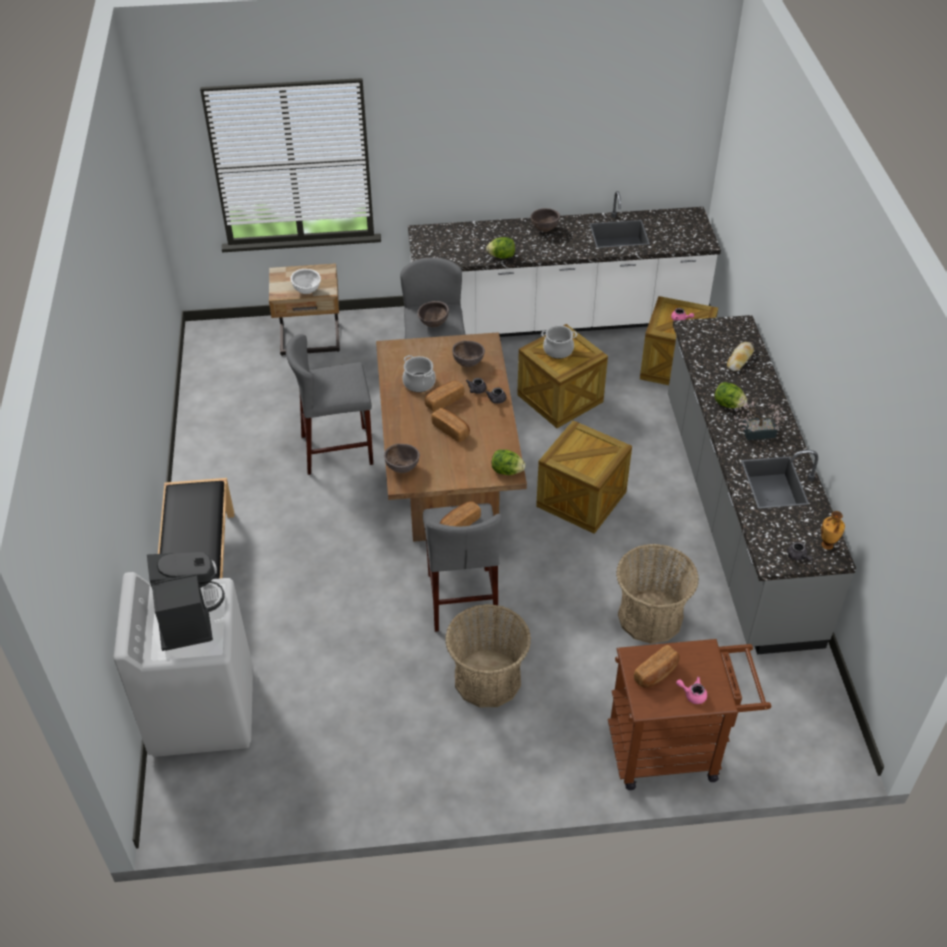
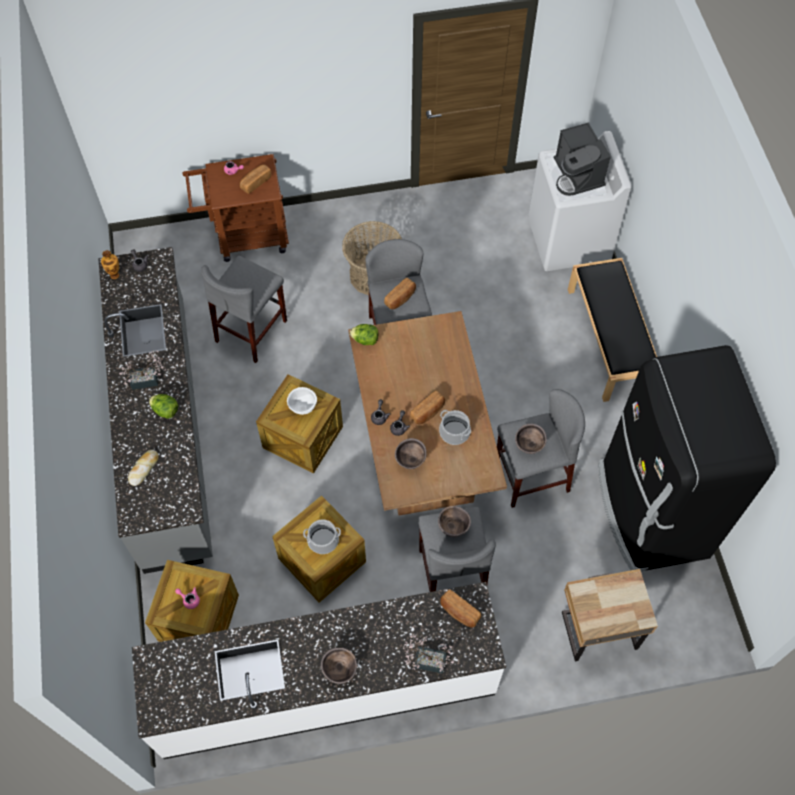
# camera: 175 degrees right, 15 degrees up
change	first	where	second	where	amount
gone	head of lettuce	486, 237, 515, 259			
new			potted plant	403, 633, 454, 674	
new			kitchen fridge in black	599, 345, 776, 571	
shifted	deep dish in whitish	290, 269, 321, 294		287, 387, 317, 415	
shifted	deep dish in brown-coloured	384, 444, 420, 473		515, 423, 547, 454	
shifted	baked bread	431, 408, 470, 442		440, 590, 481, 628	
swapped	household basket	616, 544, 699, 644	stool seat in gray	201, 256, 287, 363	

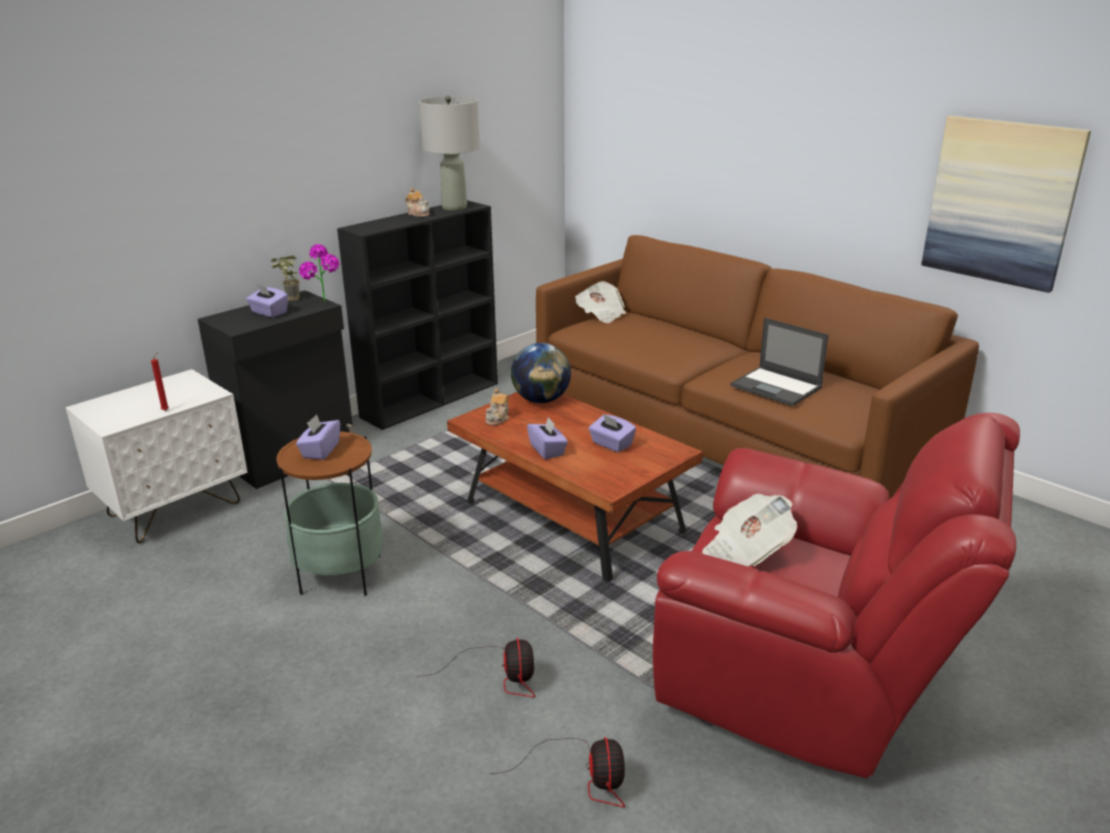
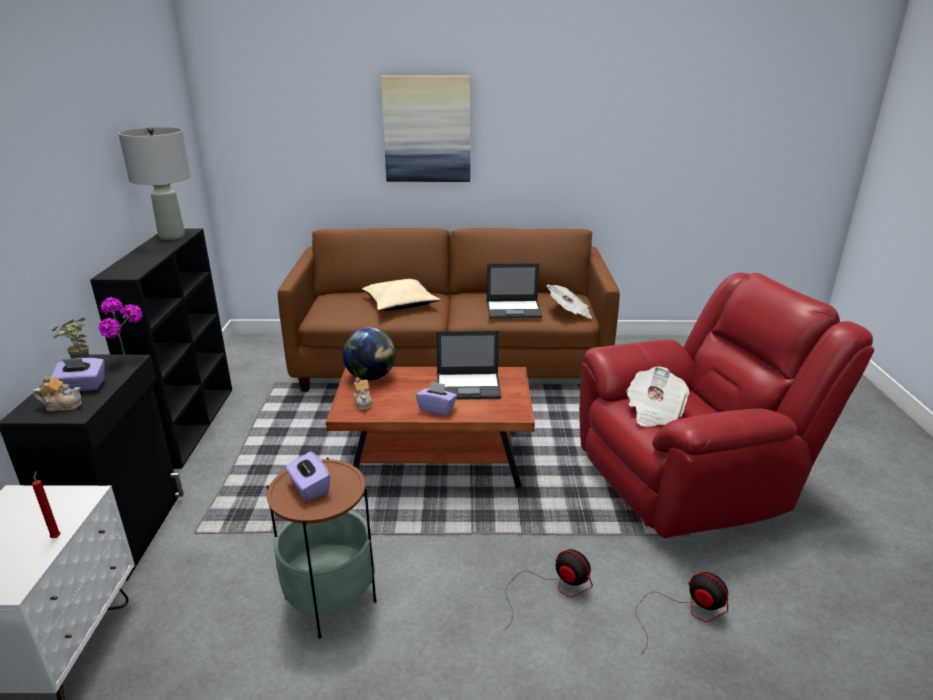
# camera: 45 degrees left, 0 degrees up
change	first	where	second	where	amount
new			cushion in sand-coloured	362, 279, 441, 311	
shifted	pot for tea	405, 188, 430, 217		33, 376, 82, 411	
shifted	daily paper	575, 281, 626, 323		547, 285, 592, 318	
shifted	wall art	921, 116, 1091, 293		381, 76, 470, 182	
swapped	tissue box in purple-coloured	589, 414, 636, 452	laptop	436, 331, 501, 400	

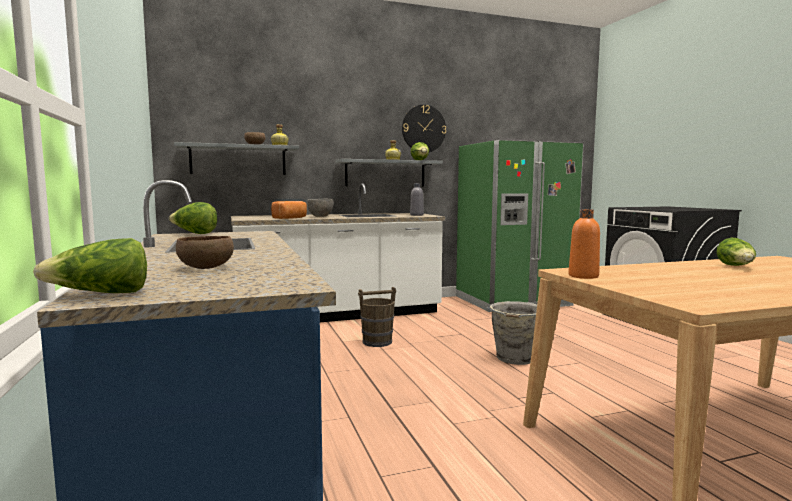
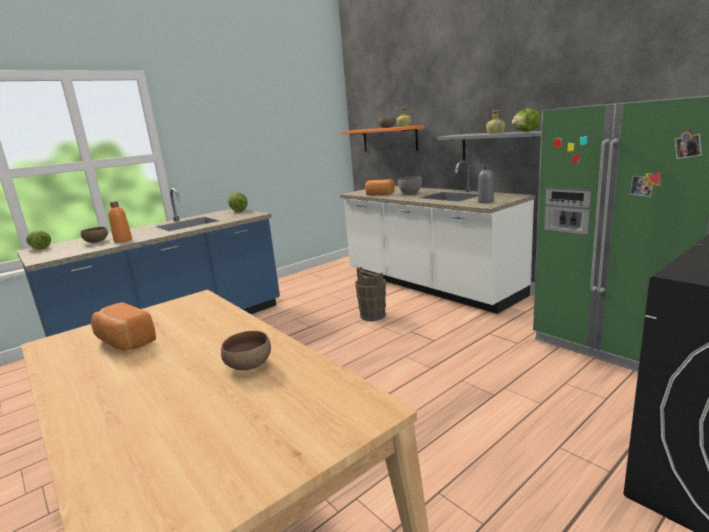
# camera: 70 degrees right, 10 degrees up
change	first	where	second	where	amount
gone	hanging clock	402, 105, 446, 152			
gone	pail in gray	487, 301, 537, 365			
new			baked bread	91, 302, 156, 350	
shifted	drink bottle in orange-coloured	568, 209, 600, 279		108, 201, 132, 243	
swapped	head of lettuce	716, 238, 756, 266	deep dish in brown-coloured	221, 331, 271, 370	
repainted	shelf in gray	174, 142, 299, 175	shelf in orange-coloured	342, 125, 424, 152	

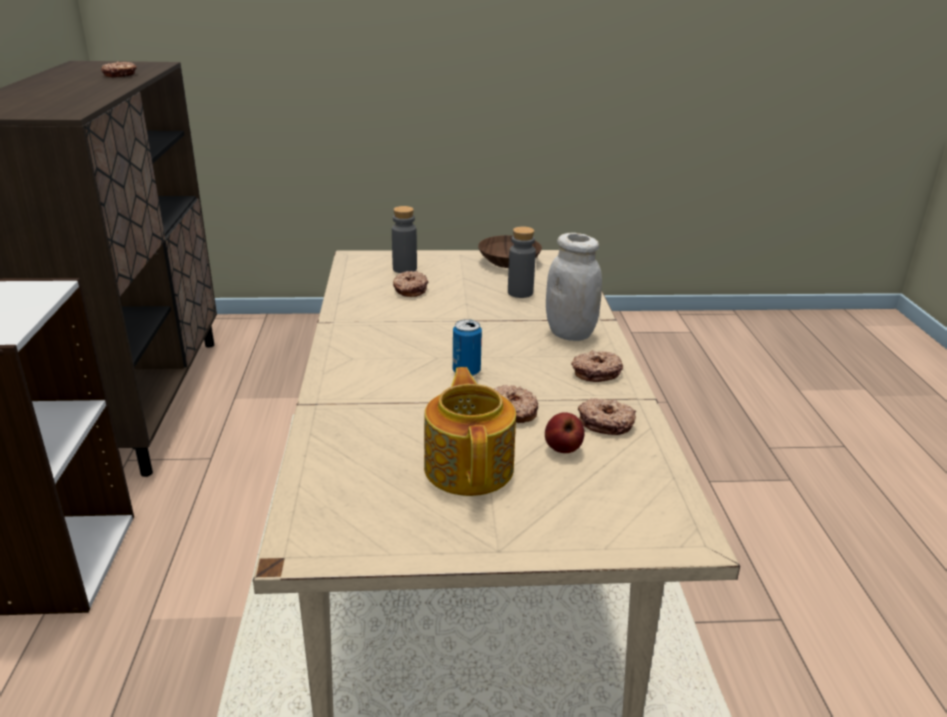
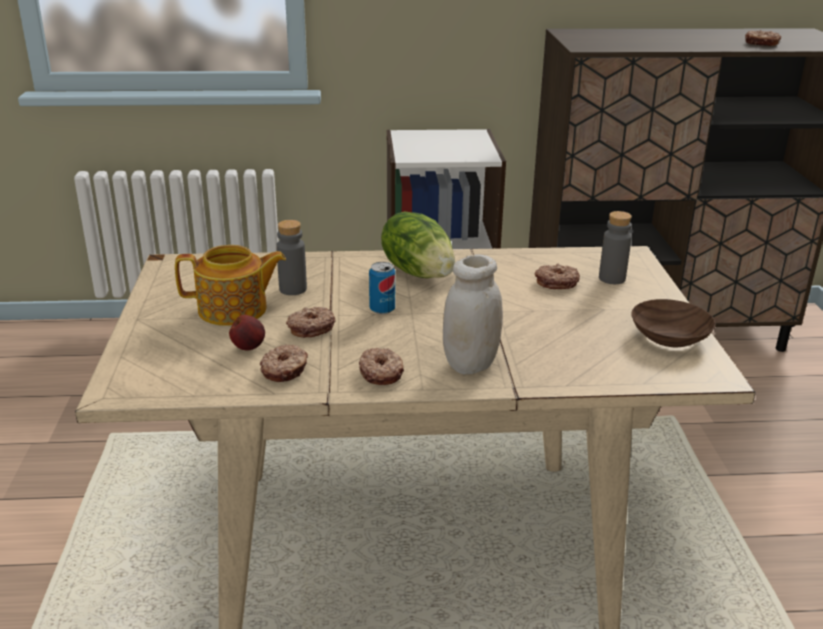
# camera: 90 degrees right, 0 degrees up
change	first	where	second	where	amount
new			head of lettuce	381, 211, 455, 278	
shifted	drink bottle in gray	508, 226, 536, 298		276, 220, 307, 295	

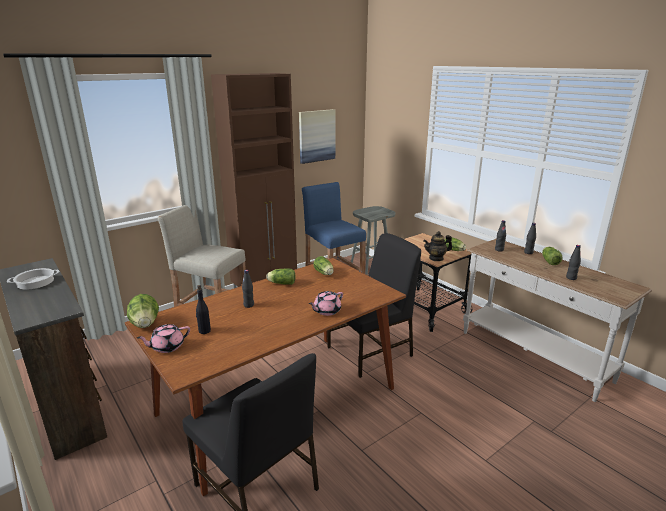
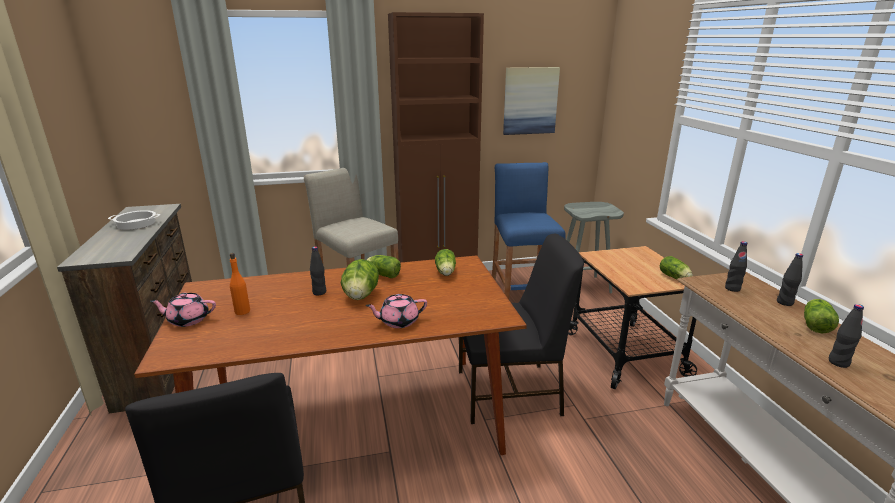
# camera: 25 degrees right, 0 degrees up
change	first	where	second	where	amount
gone	pot for tea	423, 231, 452, 261			
shifted	head of lettuce	127, 294, 159, 328		341, 259, 379, 300	
repainted	drink bottle in black	196, 285, 211, 334	drink bottle in orange-coloured	230, 253, 250, 315	

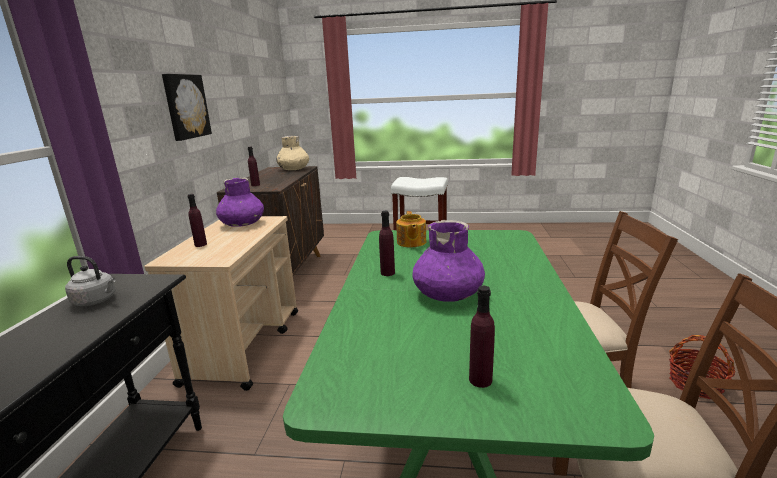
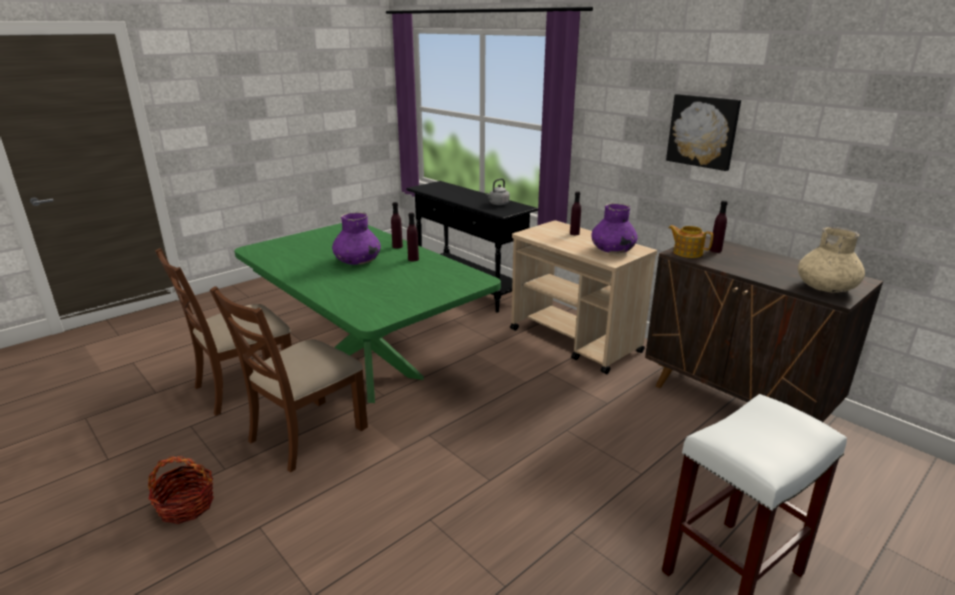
# camera: 130 degrees right, 5 degrees up
change	first	where	second	where	amount
shifted	pot for tea	396, 211, 426, 247		668, 225, 713, 258	
shifted	drink bottle in purple-coloured	469, 286, 495, 388		391, 202, 403, 249	

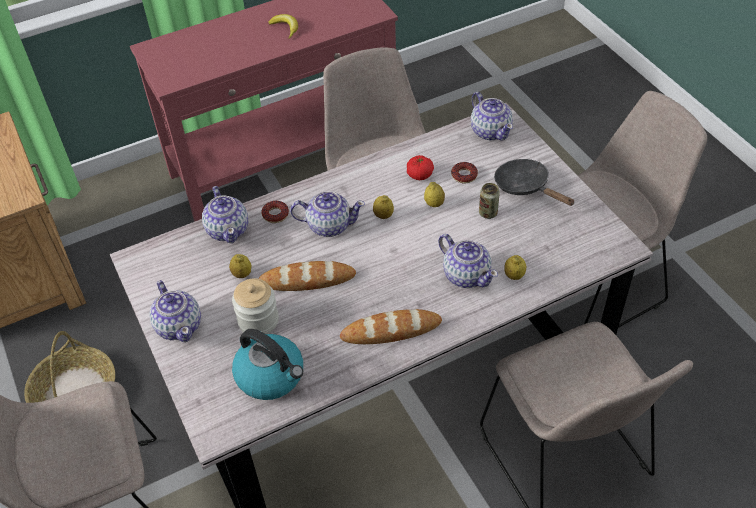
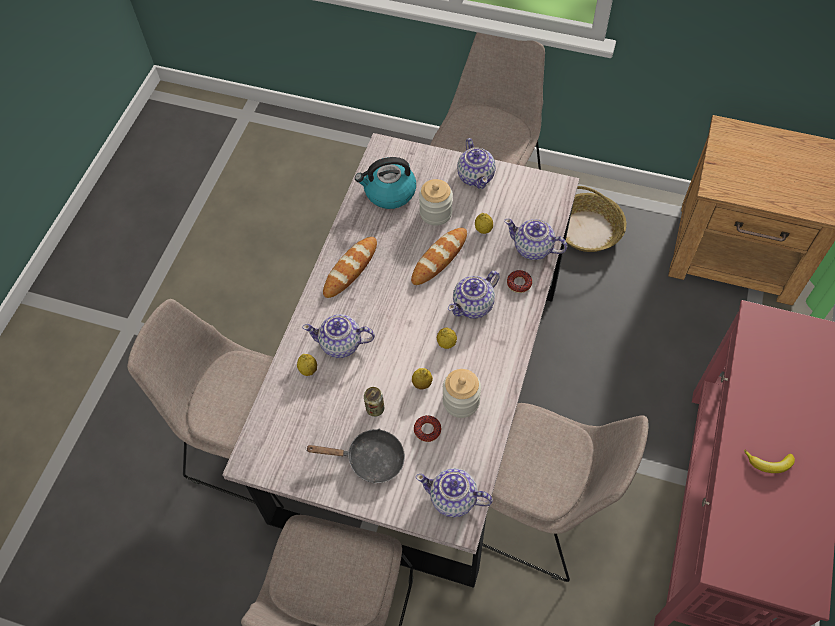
# camera: 135 degrees right, 10 degrees up
change	first	where	second	where	amount
swapped	whole tomato	407, 155, 434, 180	storage jar	443, 369, 481, 418	
rotated	pot for tea	149, 280, 201, 342		457, 138, 496, 189	120 degrees counterclockwise

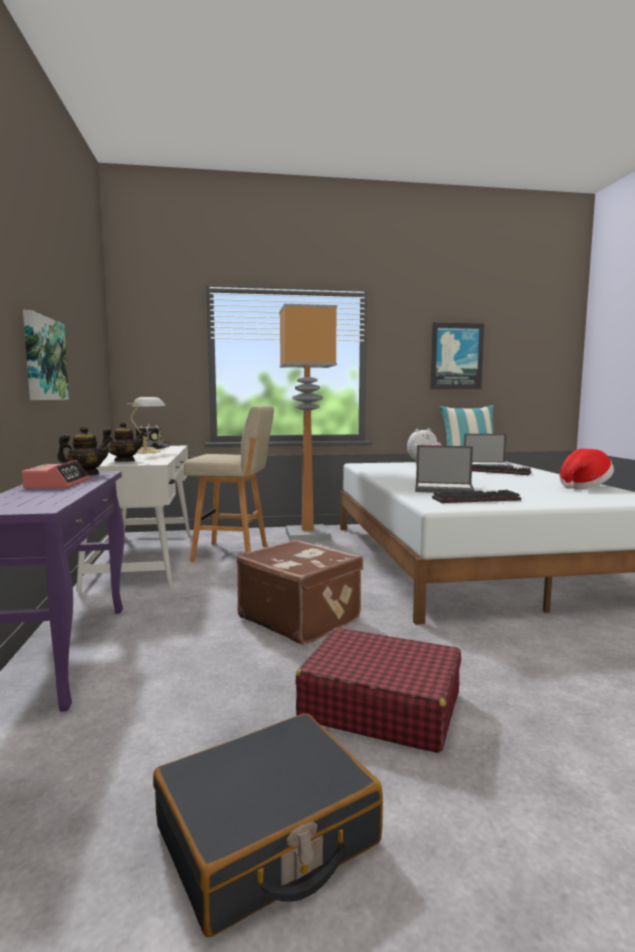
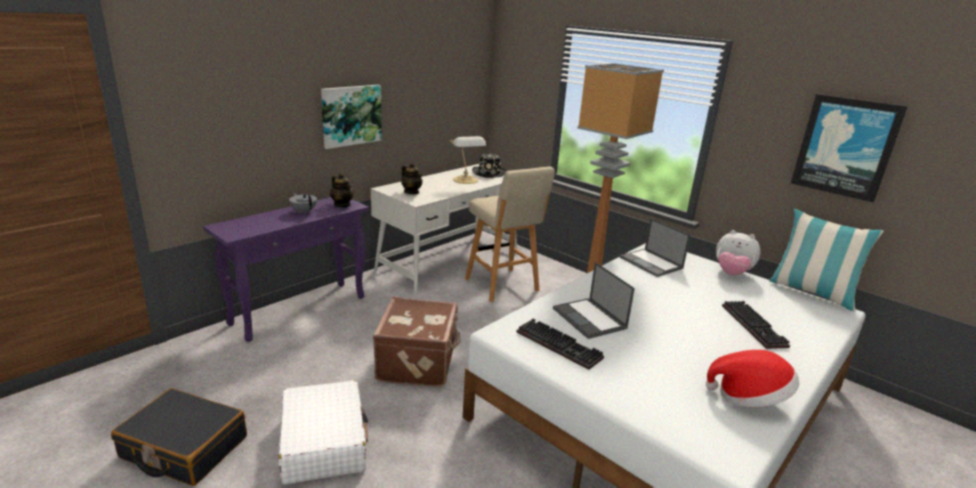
# camera: 50 degrees right, 15 degrees up
change	first	where	second	where	amount
shifted	laptop	464, 434, 514, 468		620, 218, 691, 277	
swapped	table clock	22, 460, 89, 488	pot for tea in gray	289, 193, 317, 214	
repainted	piece of luggage in red	295, 628, 461, 753	piece of luggage in whitish	278, 380, 368, 484	

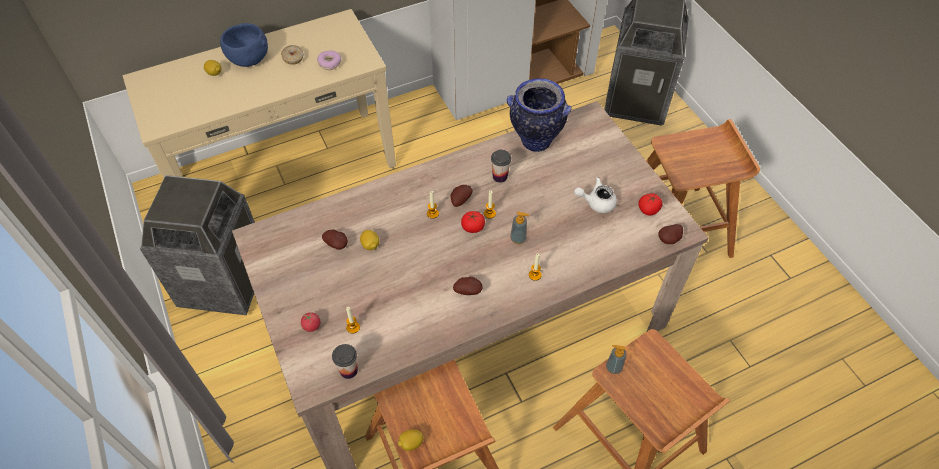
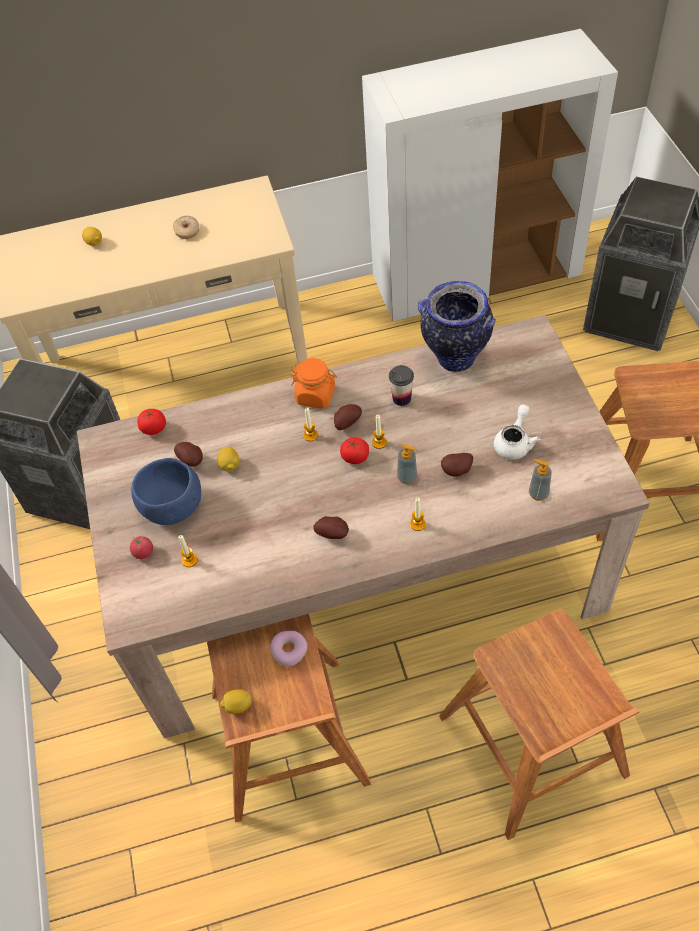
# camera: 15 degrees right, 0 degrees up
change	first	where	second	where	amount
gone	cup	332, 344, 358, 379			
new			storage jar in orange-coloured	291, 358, 337, 409	
shifted	deep dish in blue	220, 23, 268, 67		131, 458, 201, 525	
shifted	doughnut	317, 51, 341, 70		270, 631, 308, 667	
shifted	soap dispenser	606, 345, 627, 374		529, 459, 552, 501	
shifted	whole tomato	638, 193, 662, 215		137, 409, 166, 435	
shifted	potato	658, 224, 683, 244		441, 453, 473, 477	
rotated	pot for tea in whitish	574, 177, 617, 213		494, 404, 540, 460	105 degrees clockwise

